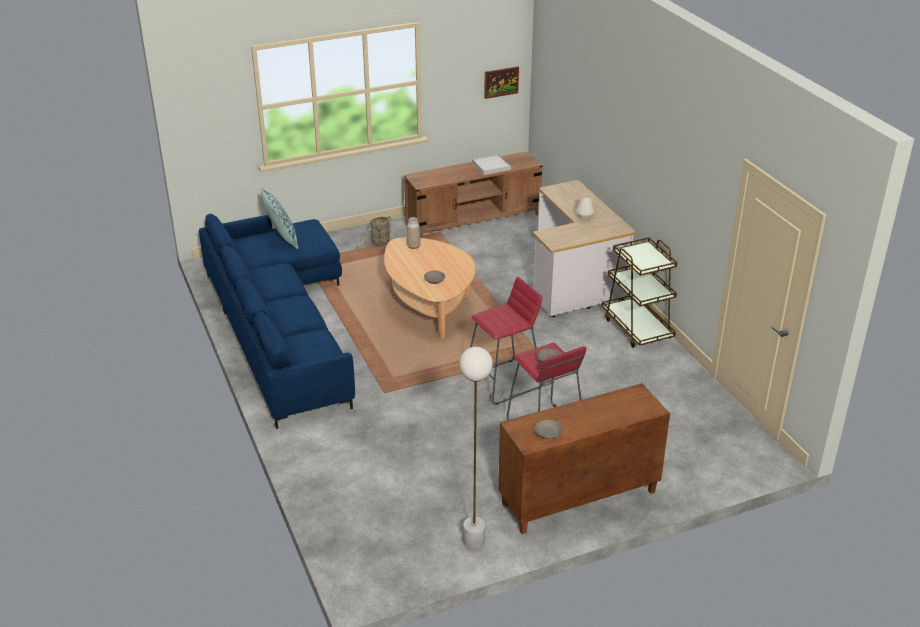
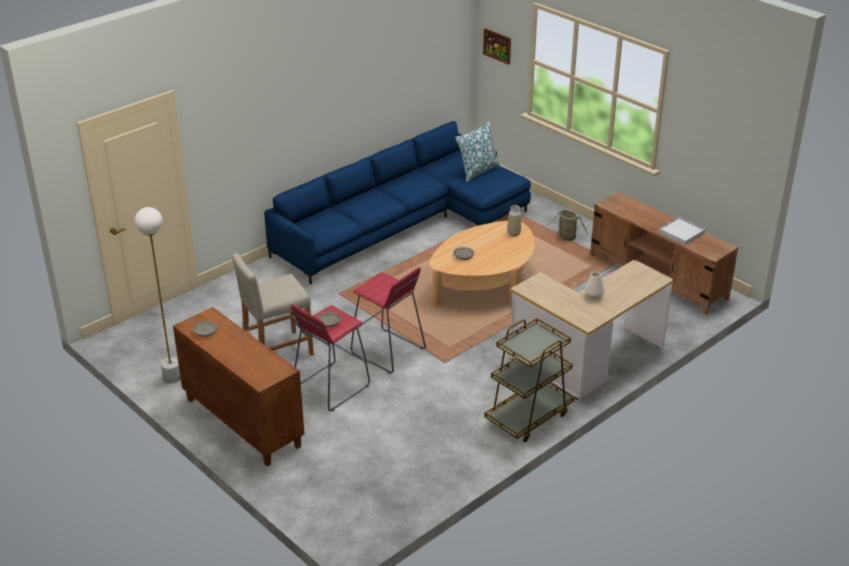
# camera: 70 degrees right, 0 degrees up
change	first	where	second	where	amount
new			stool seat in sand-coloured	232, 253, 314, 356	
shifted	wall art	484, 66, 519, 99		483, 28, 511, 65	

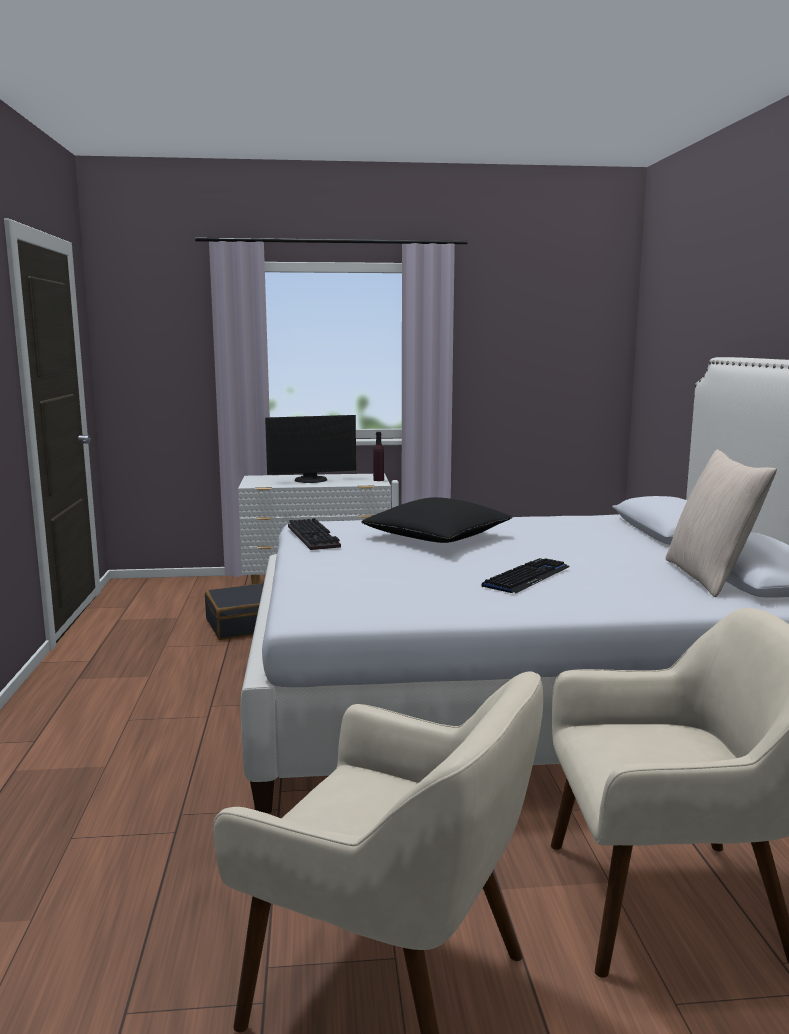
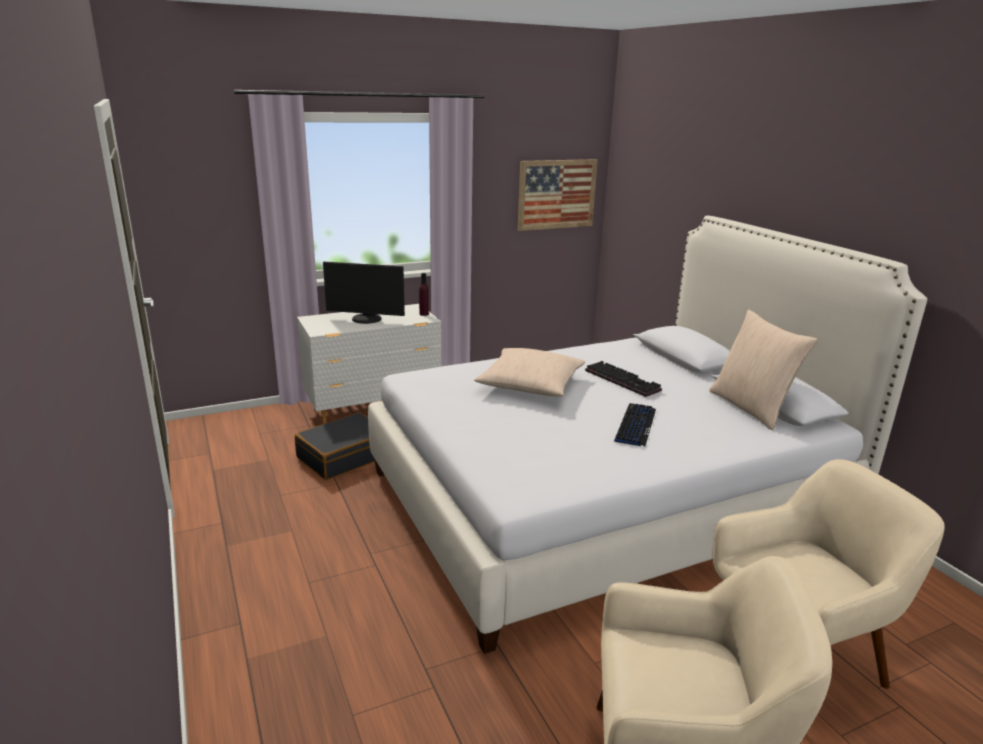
# camera: 20 degrees left, 10 degrees up
change	first	where	second	where	amount
new			wall art	518, 159, 598, 231	
shifted	PC keyboard	288, 518, 341, 550		585, 361, 662, 397	
repainted	cushion in black	361, 497, 512, 543	cushion in sand-coloured	474, 348, 585, 397	
rotated	monitor	265, 415, 356, 483		323, 262, 405, 324	45 degrees clockwise

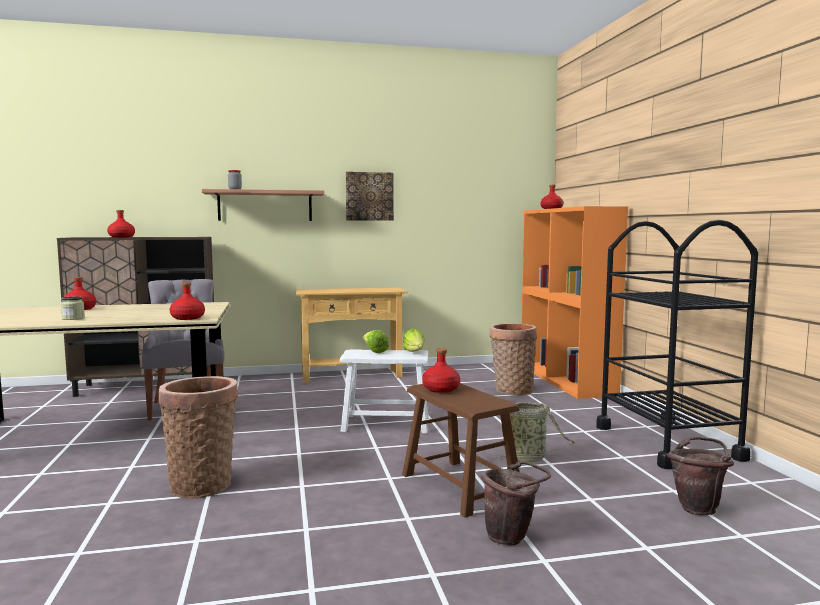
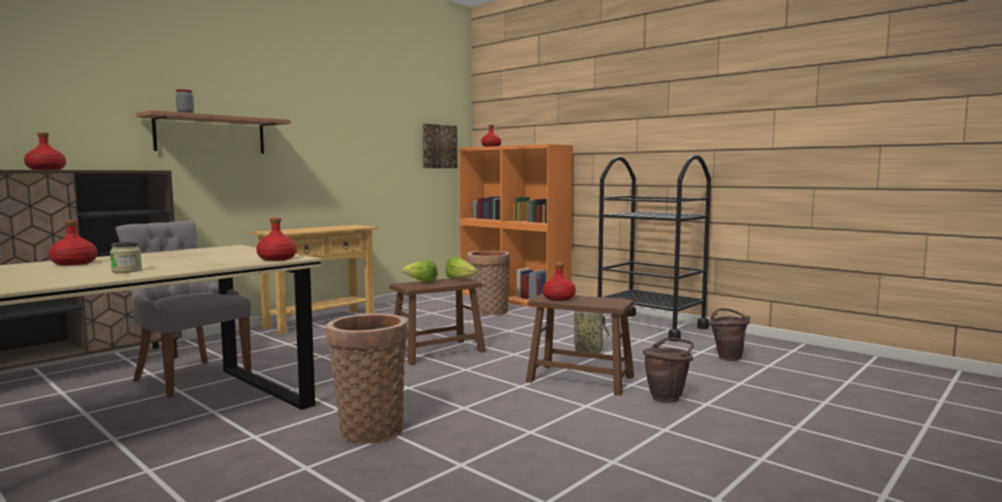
# camera: 35 degrees left, 0 degrees up
change	first	where	second	where	amount
shifted	wall art	346, 172, 394, 221		422, 124, 457, 168	
repainted	stool seat in whitish	340, 349, 428, 433	stool seat in brown-coloured	389, 277, 486, 365	

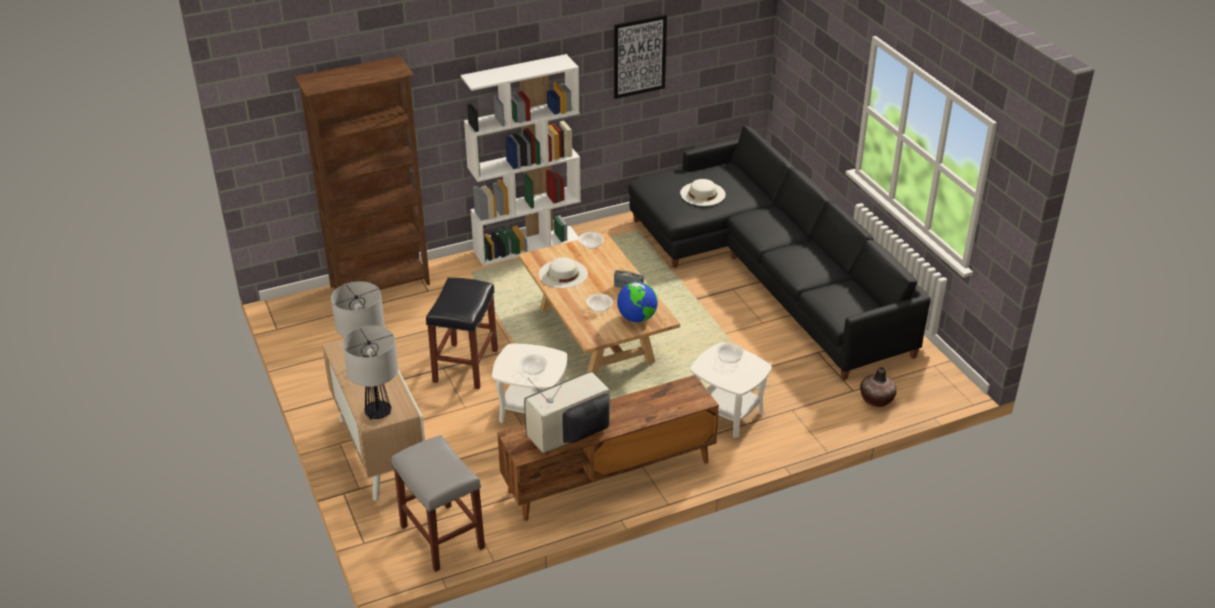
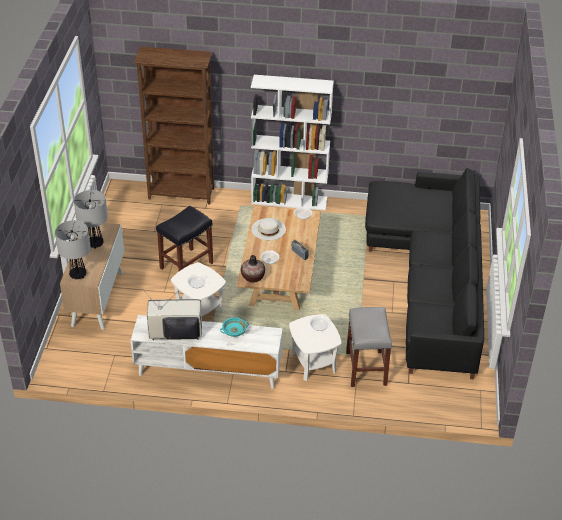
# camera: 30 degrees right, 5 degrees up
change	first	where	second	where	amount
gone	wall art	614, 15, 667, 99			
gone	desk globe	617, 282, 658, 322			
gone	clothing hat in whitish	680, 179, 726, 206			
new			deep dish in blue-green	220, 317, 249, 337	
shifted	stool seat in gray	392, 435, 485, 572		346, 307, 392, 387	
shifted	vase	860, 367, 897, 407		241, 255, 265, 283	
repainted	media console in brown-coloured	497, 375, 719, 521	media console in whitish	131, 315, 283, 389	

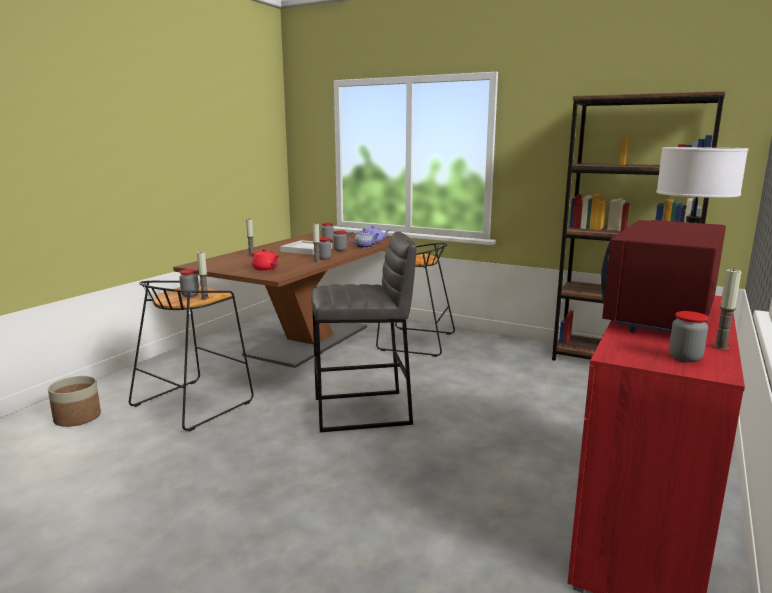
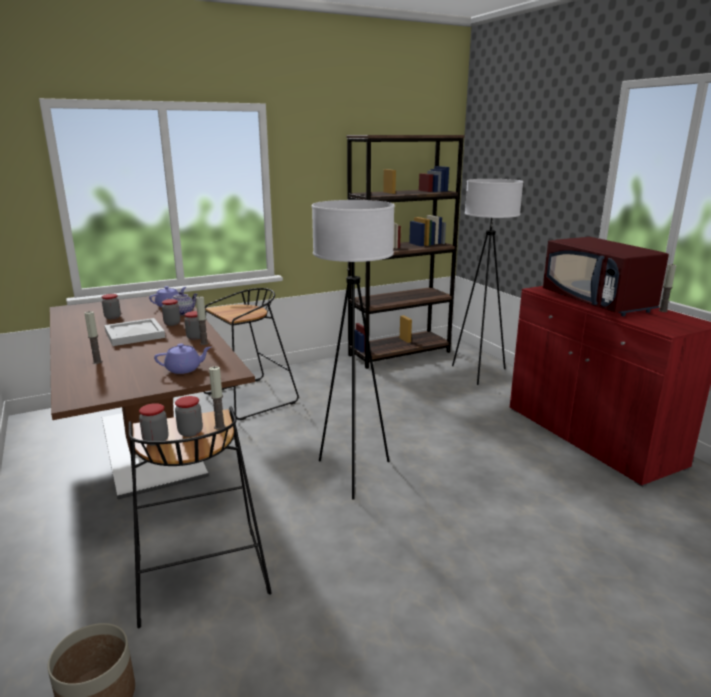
# camera: 55 degrees left, 5 degrees up
change	first	where	second	where	amount
shifted	storage jar	669, 311, 708, 362		139, 403, 169, 446	
swapped	stool seat in gray	311, 232, 416, 432	standing lamp in whitish	312, 200, 395, 499	
repainted	pot for tea in red	251, 249, 279, 271	pot for tea in purple-coloured	154, 344, 211, 374	

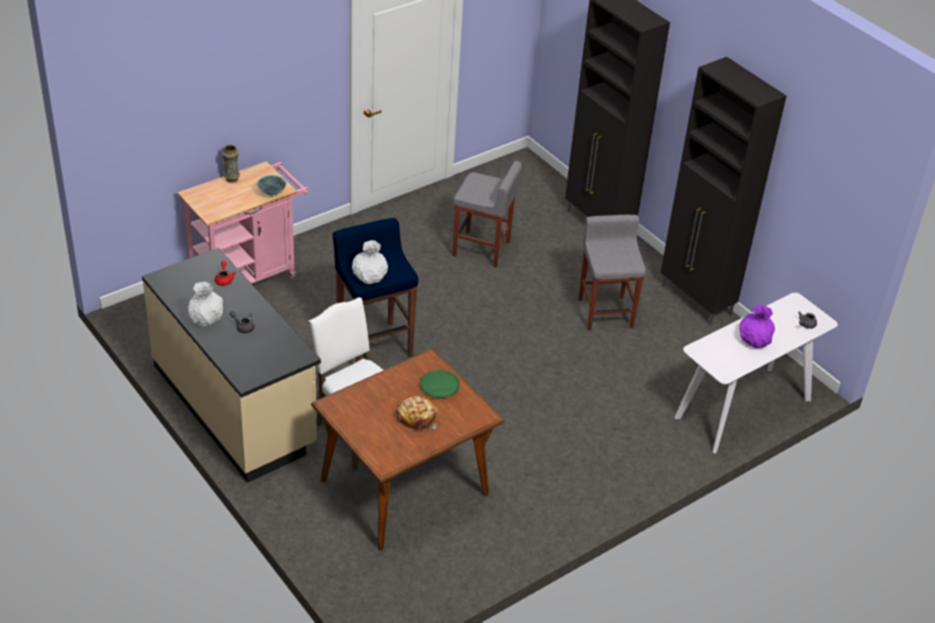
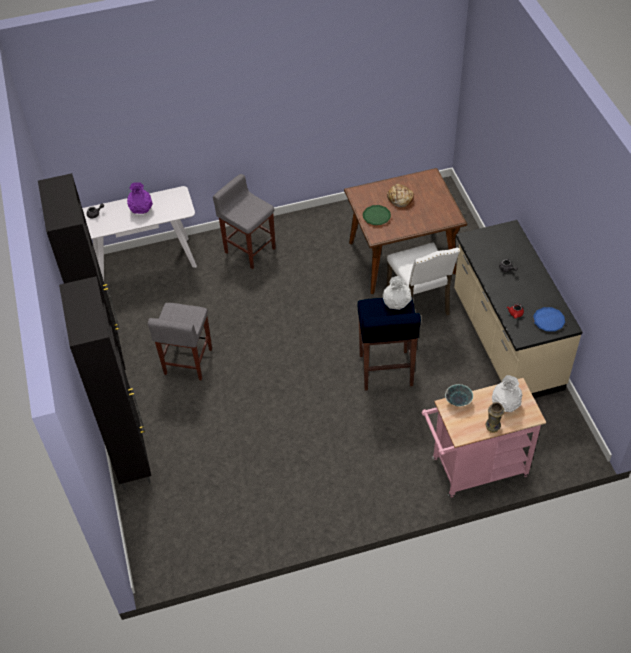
# camera: 155 degrees left, 10 degrees up
change	first	where	second	where	amount
new			plate in blue	533, 307, 565, 331	
shifted	vase in whitish	188, 281, 223, 327		492, 375, 522, 412	
shifted	stool seat in gray	452, 161, 522, 267		213, 174, 276, 269	

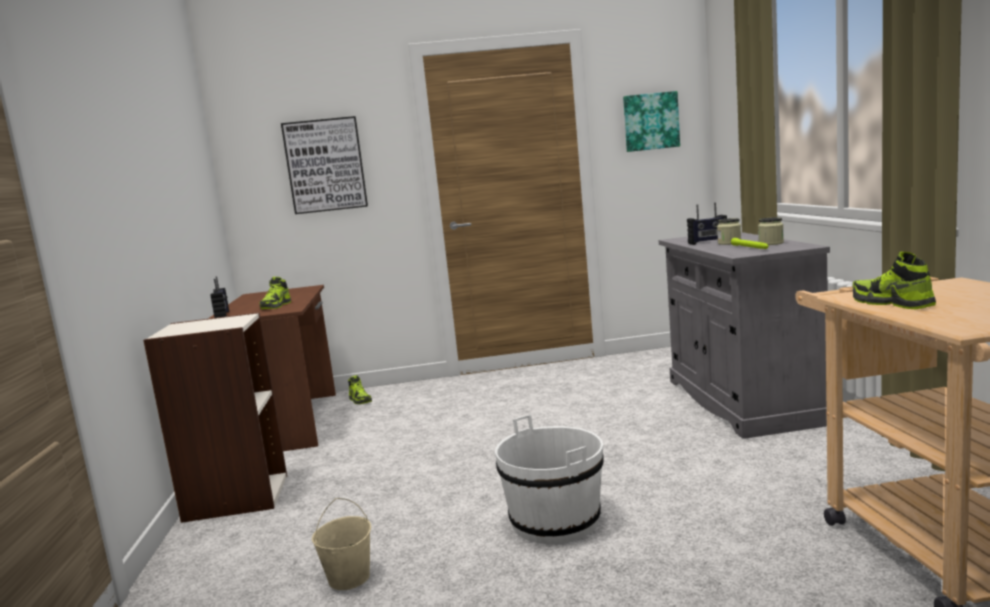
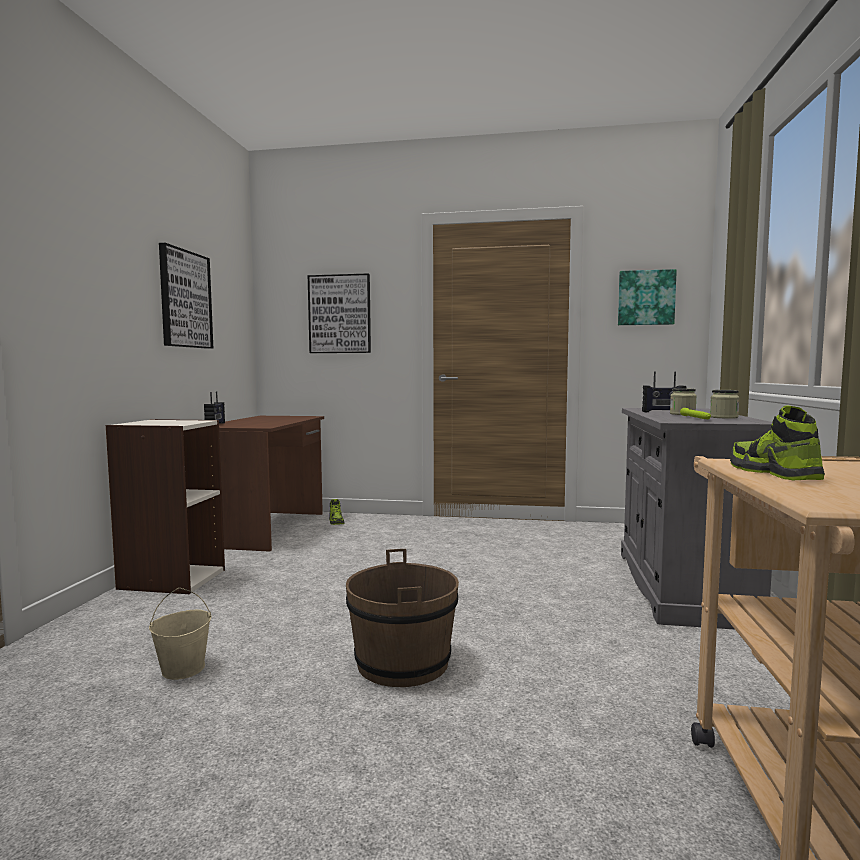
# camera: 15 degrees right, 5 degrees down
change	first	where	second	where	amount
gone	shoe	259, 277, 291, 309			
new			wall art	159, 243, 213, 349	
repainted	pail in whitish	495, 415, 604, 544	pail in brown-coloured	346, 549, 459, 687	

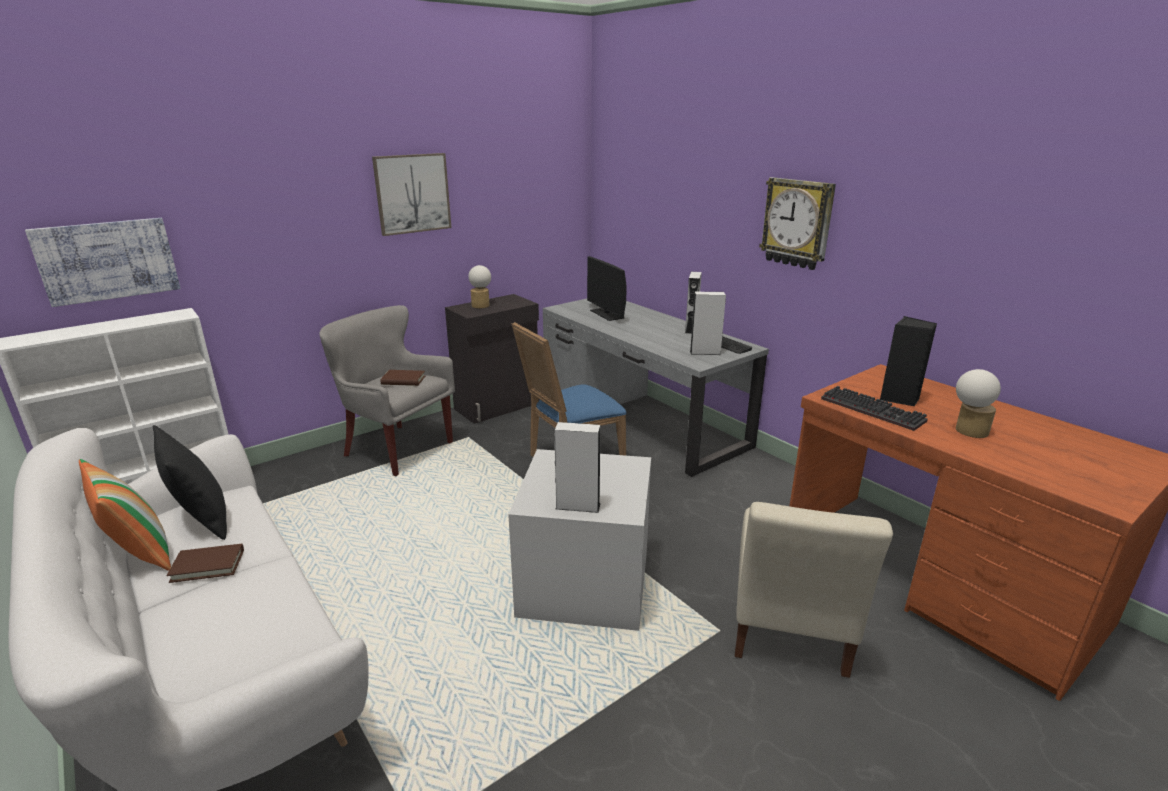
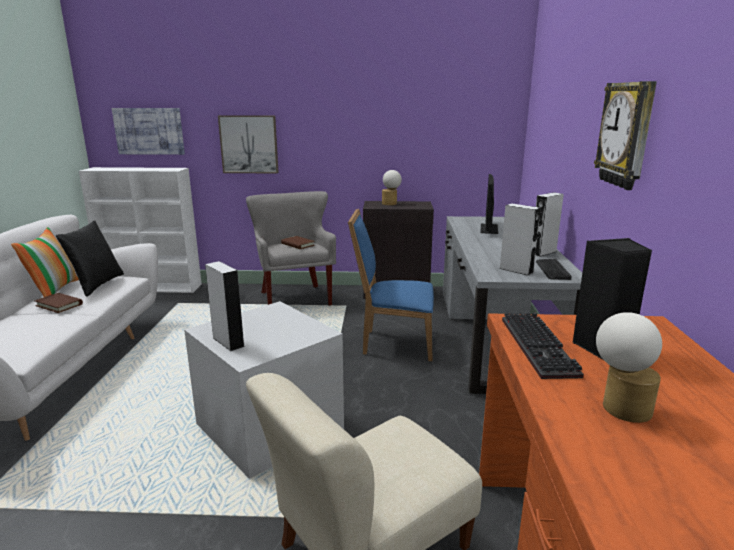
# camera: 40 degrees right, 5 degrees down
change	first	where	second	where	amount
shifted	wall art	372, 153, 451, 236		218, 115, 279, 173	

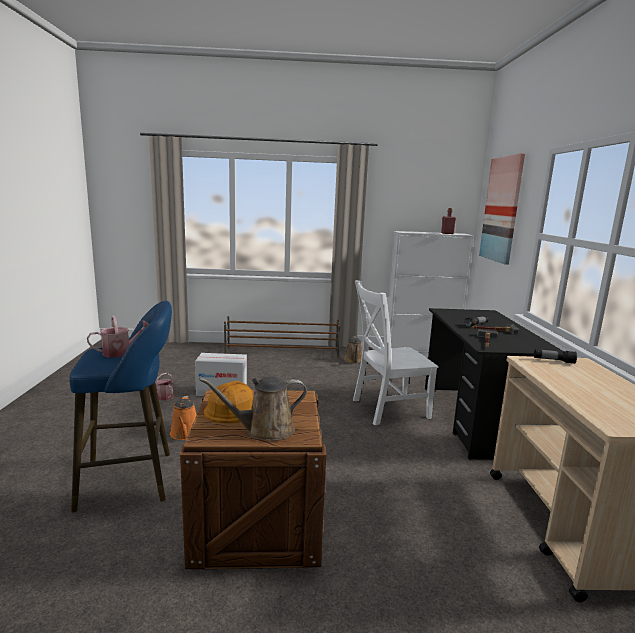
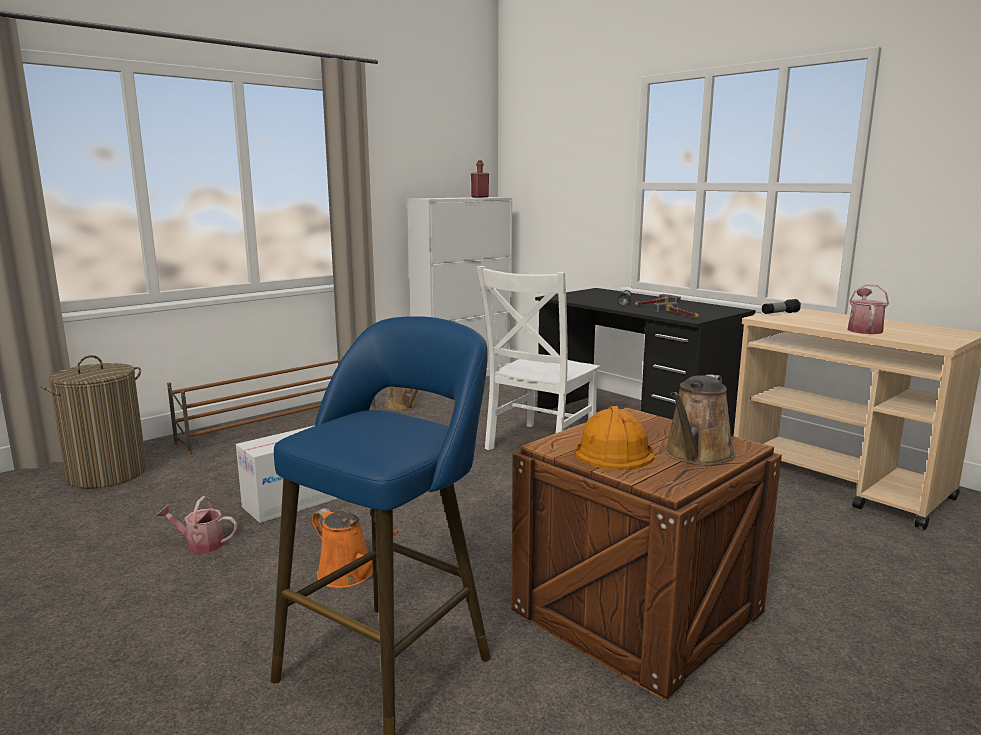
# camera: 40 degrees left, 0 degrees up
change	first	where	second	where	amount
gone	wall art	479, 153, 525, 265			
new			hamper	41, 355, 147, 488	
shifted	watering pot	87, 315, 149, 358		848, 284, 889, 334	

